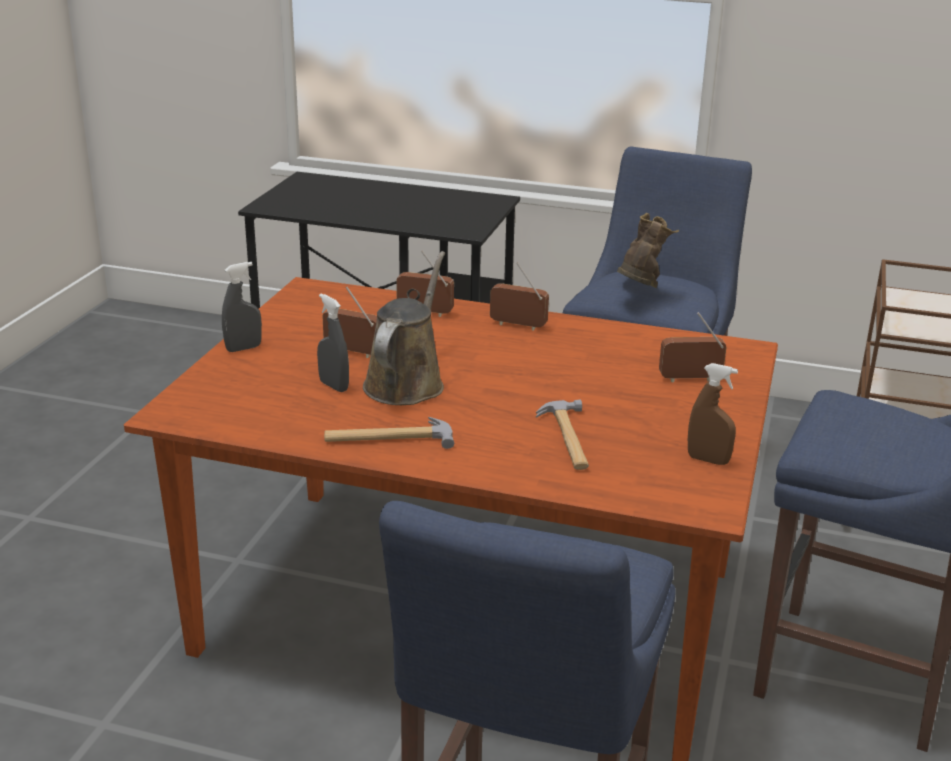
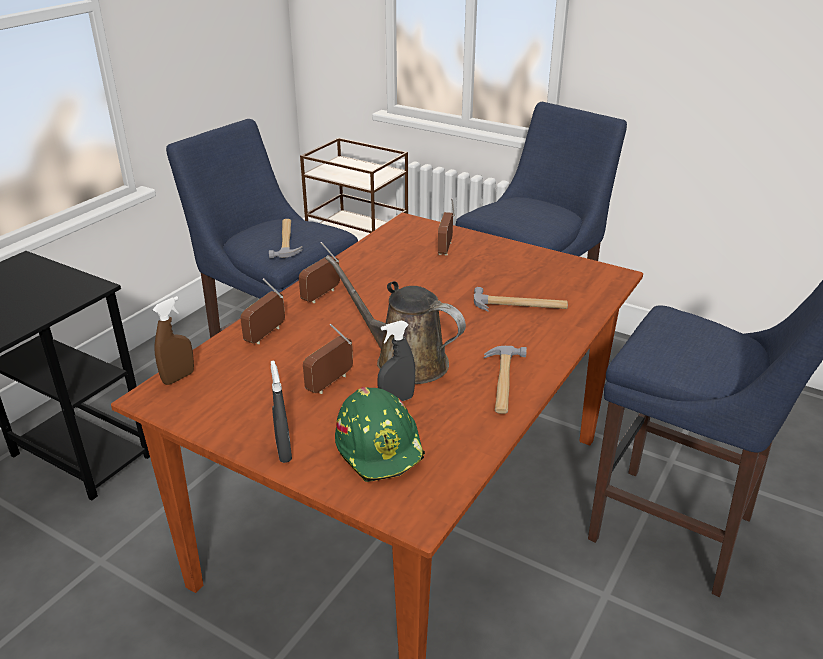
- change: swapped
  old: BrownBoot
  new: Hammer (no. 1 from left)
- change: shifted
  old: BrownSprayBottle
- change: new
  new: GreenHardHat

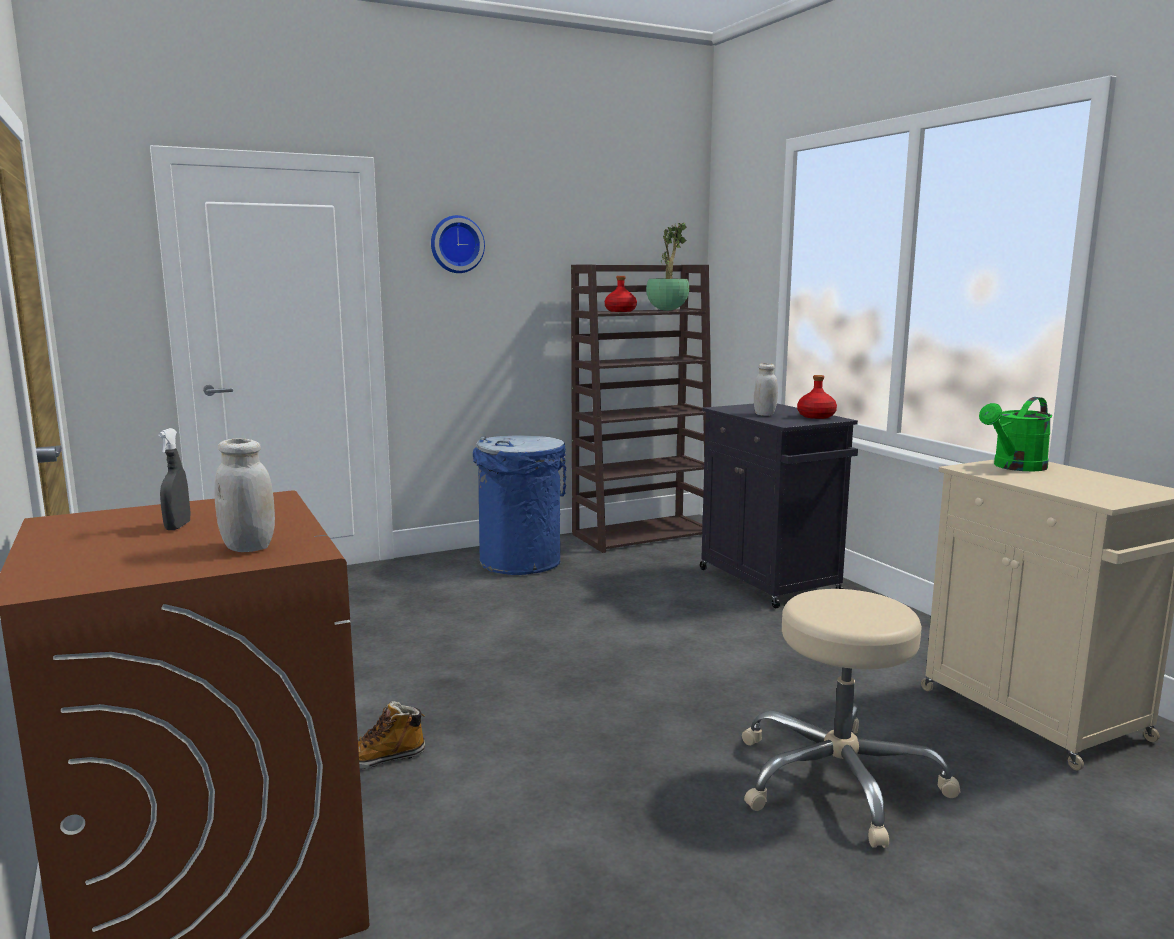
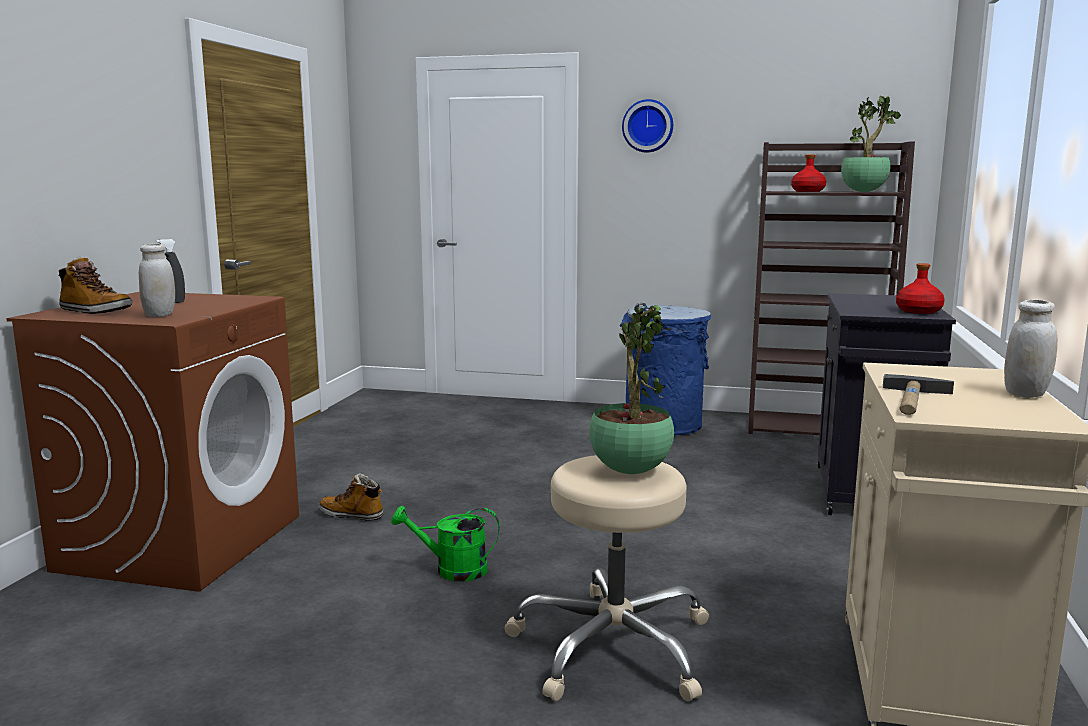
- change: shifted
  old: WhiteJar (no. 2 from left)
- change: shifted
  old: GreenWateringCan
- change: new
  new: Boot (no. 1 from left)
- change: new
  new: PottedPlant (no. 1 from left)
- change: new
  new: Hammer

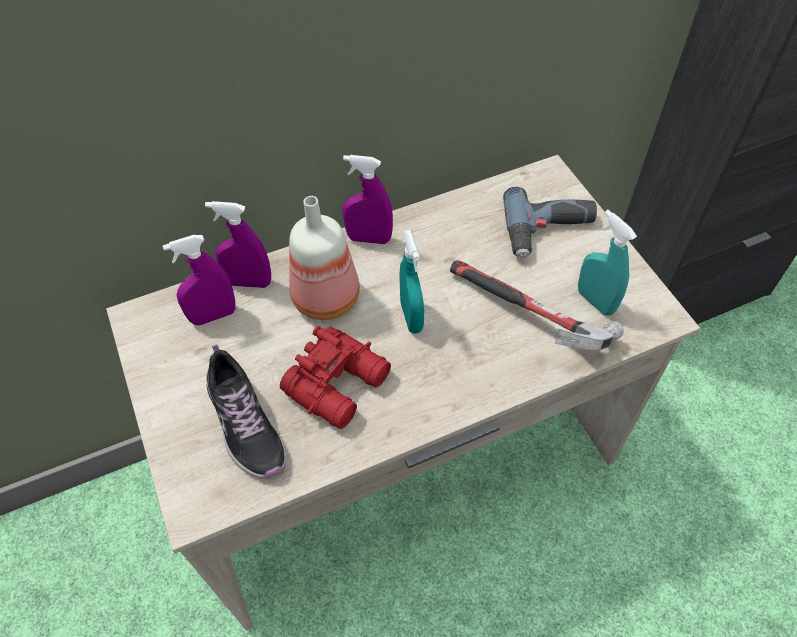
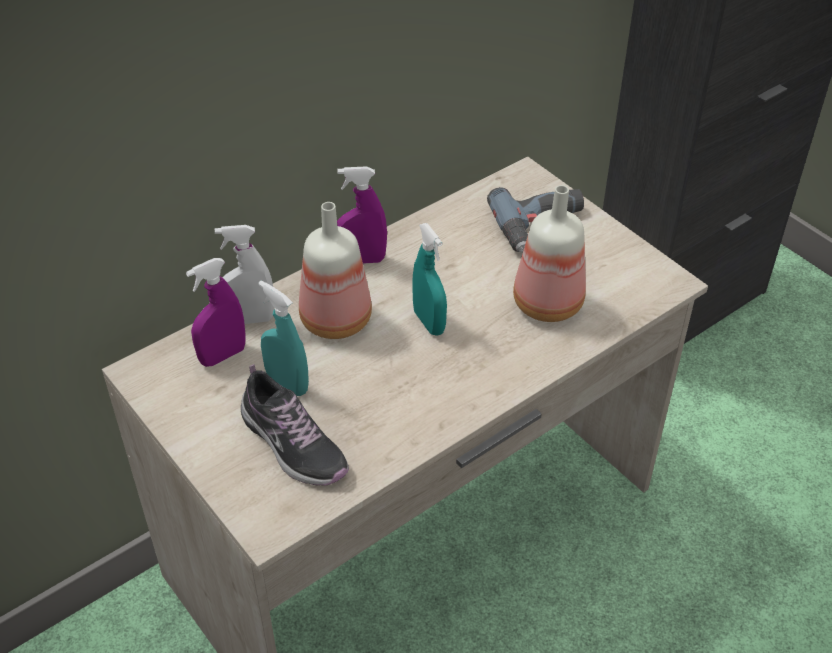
- change: repainted
  old: PurpleSprayBottle (no. 2 from left)
  new: WhiteSprayBottle
- change: shifted
  old: TurquoiseSprayBottle (no. 2 from left in the first image)
  new: TurquoiseSprayBottle (no. 1 from left)
- change: swapped
  old: Hammer
  new: Bottle (no. 2 from left)
- change: gone
  old: RedBinoculars

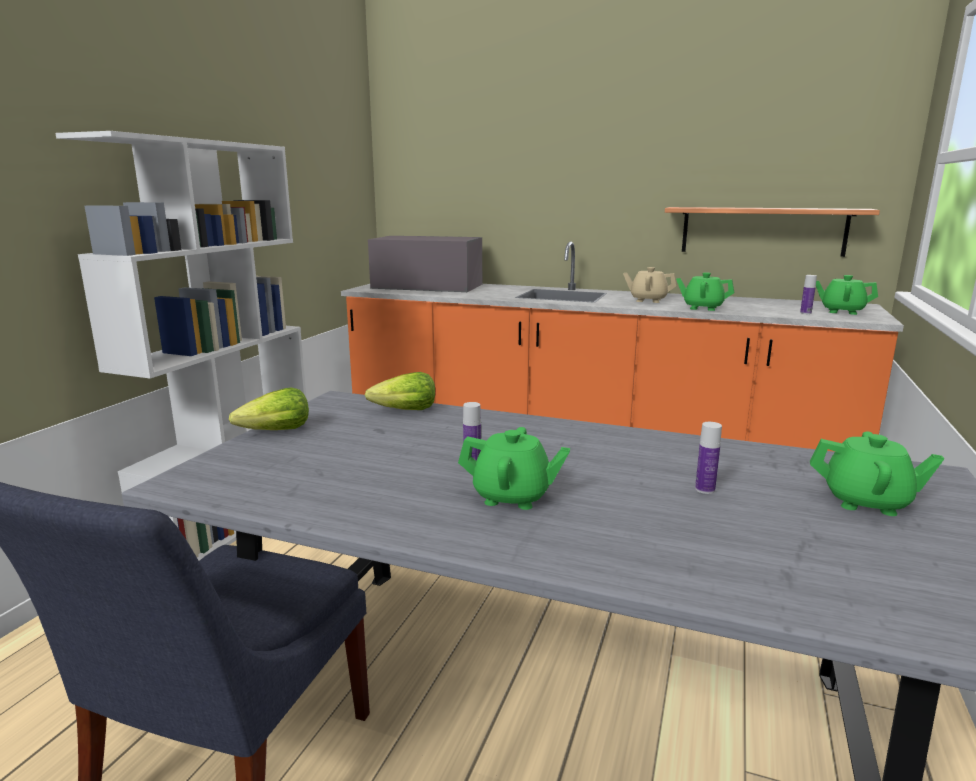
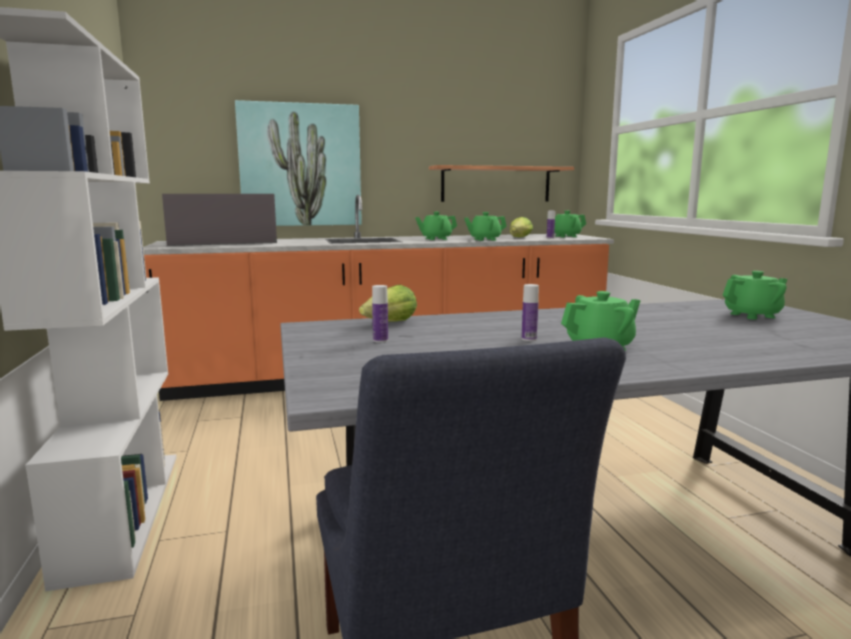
- change: repainted
  old: BeigeTeapot
  new: GreenTeapot (no. 1 from left)
- change: shifted
  old: Lettuce (no. 1 from left in the first image)
  new: Lettuce (no. 2 from left)
- change: shifted
  old: Bottle (no. 2 from left in the first image)
  new: Bottle (no. 1 from left)
- change: new
  new: Picture

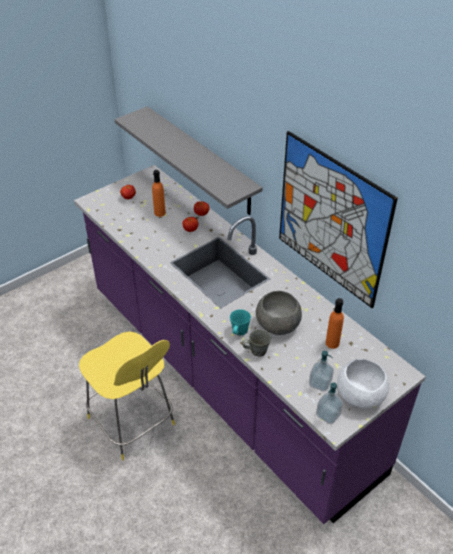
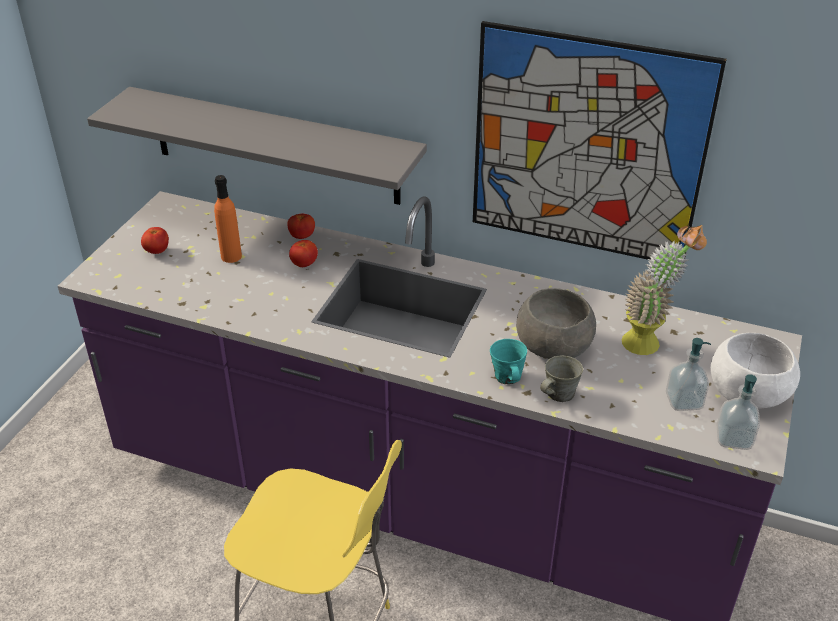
- change: swapped
  old: OrangeBottle (no. 2 from left)
  new: PottedPlant

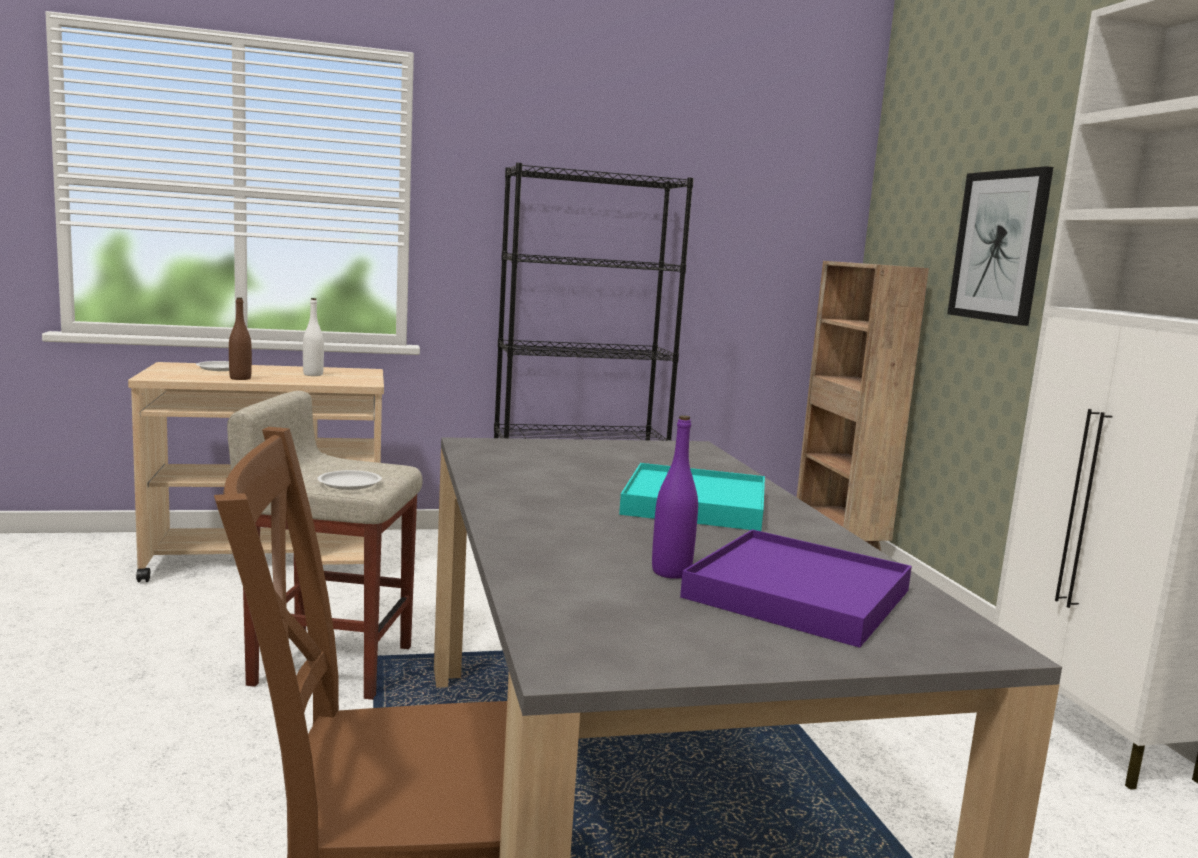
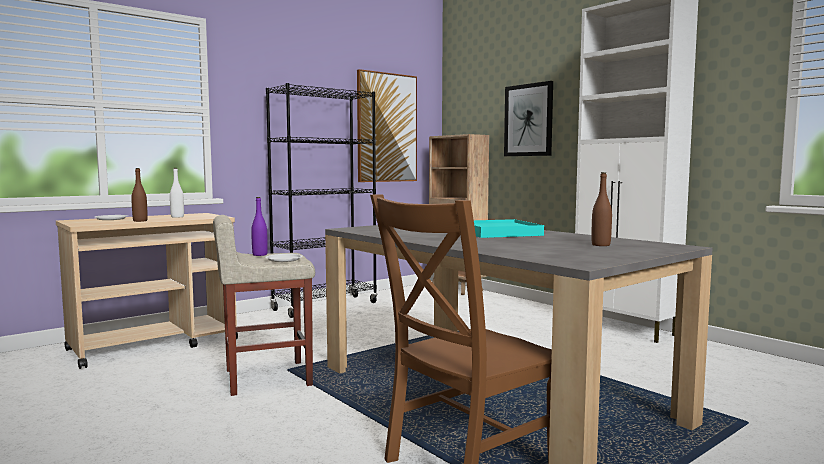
- change: shifted
  old: PurpleBottle
- change: swapped
  old: PurpleTray
  new: BrownBottle (no. 2 from left)
- change: new
  new: Picture (no. 1 from left)

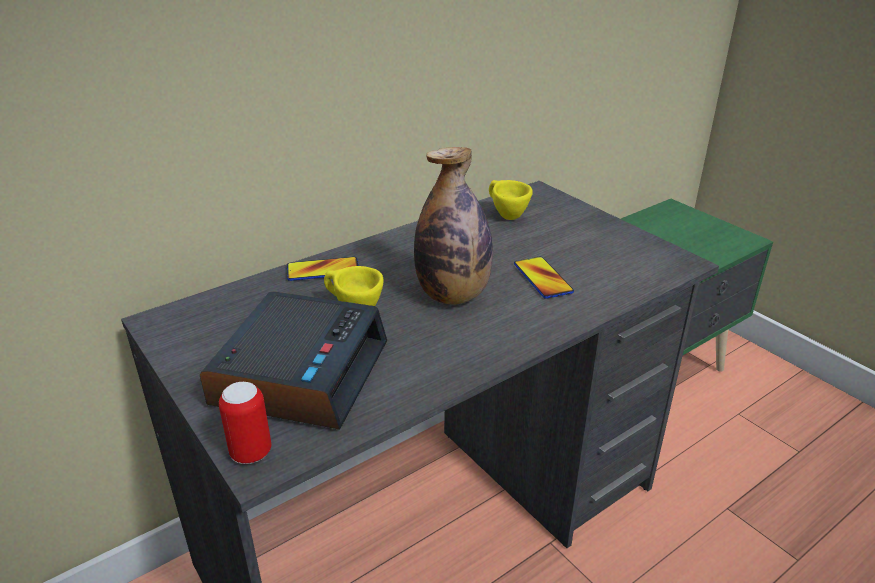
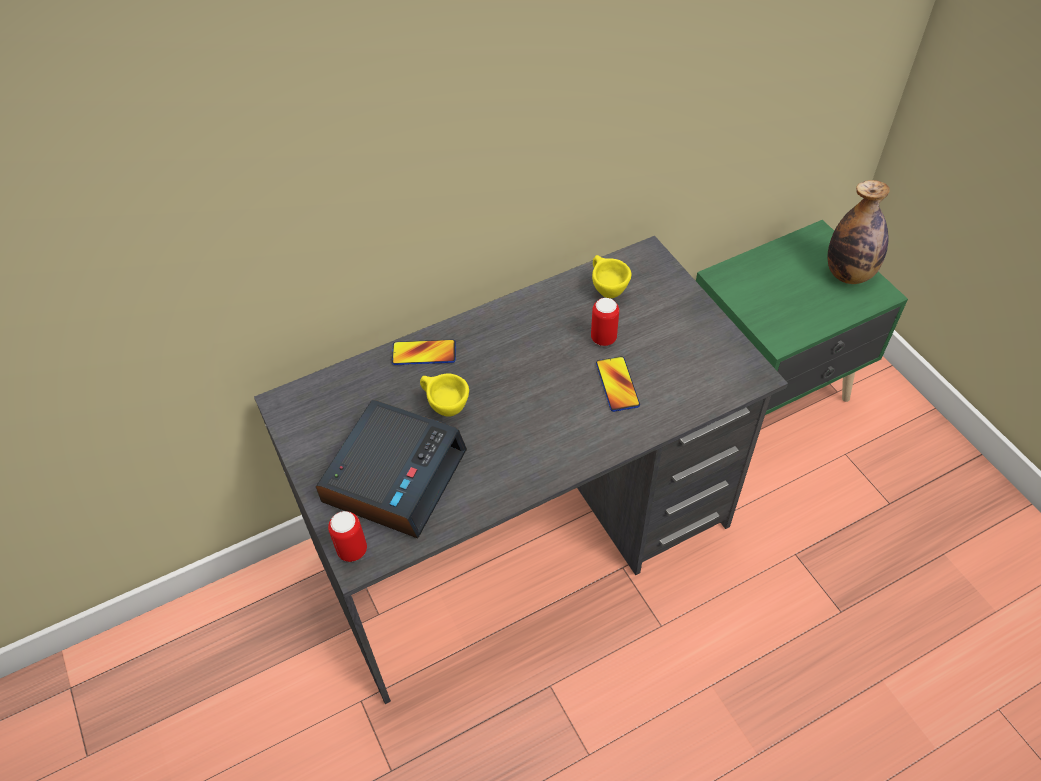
- change: shifted
  old: Bottle
- change: new
  new: Can (no. 2 from left)

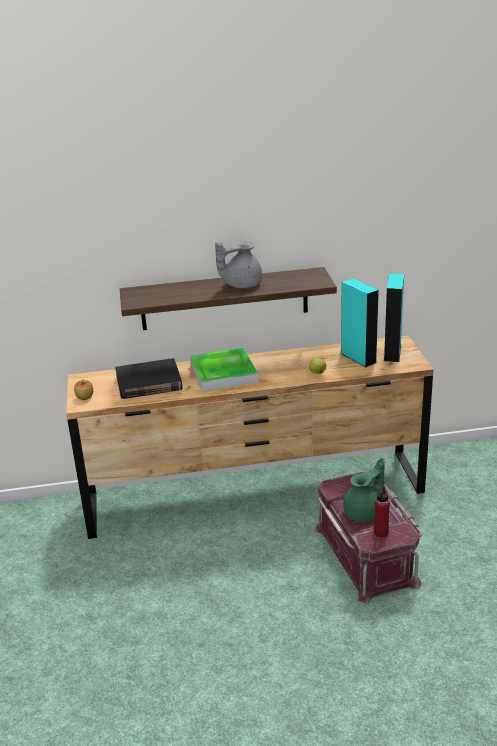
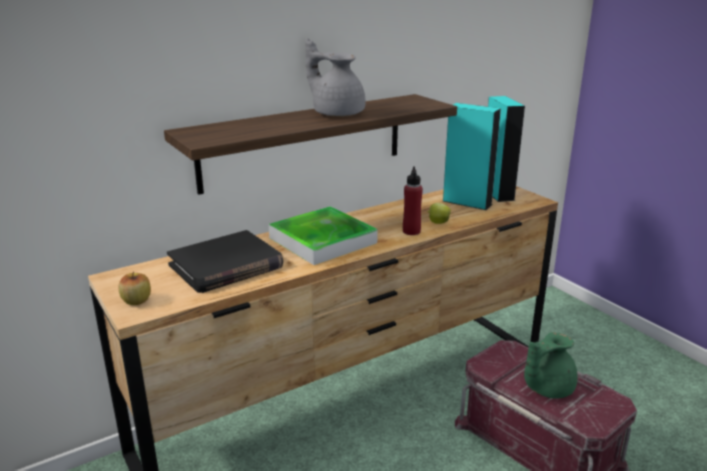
- change: rotated
  old: GreyTeapot
  degrees: 90
- change: rotated
  old: GreenTeapot
  degrees: -150
- change: shifted
  old: RedBottle

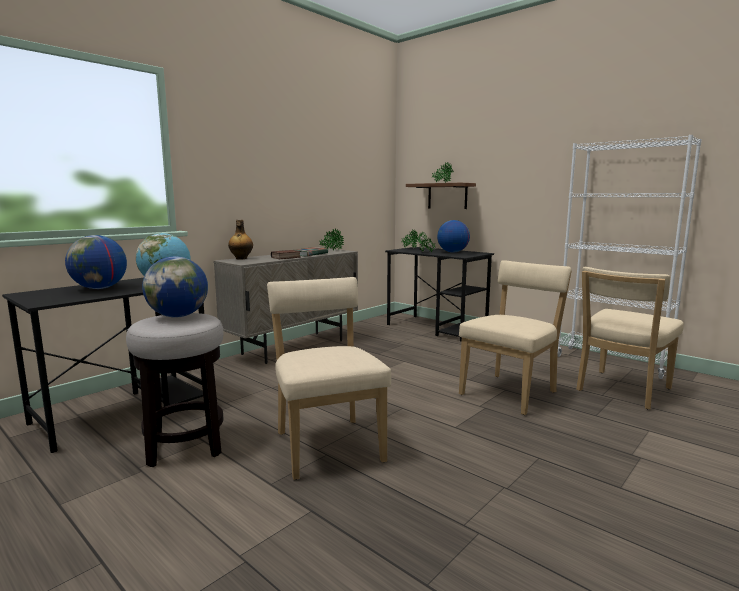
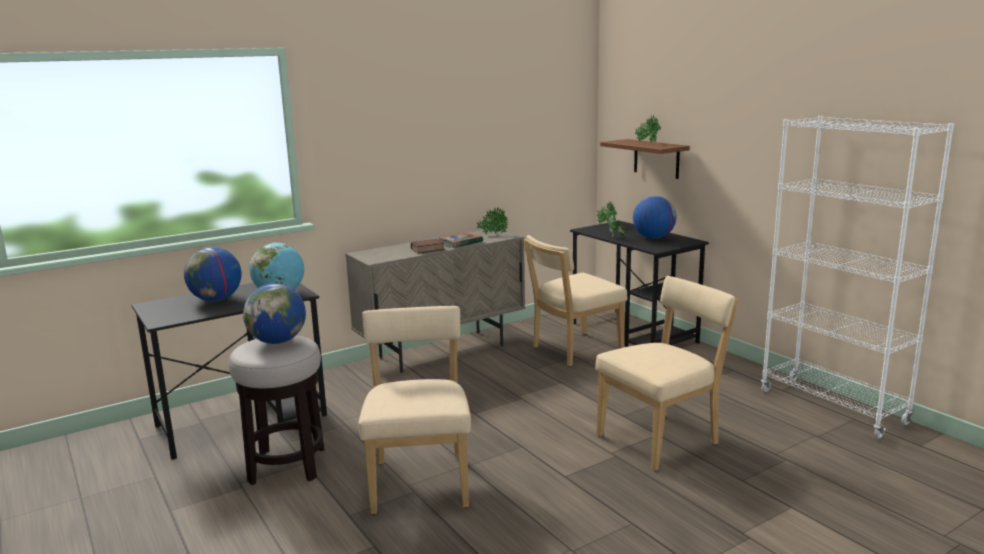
- change: gone
  old: Bottle
- change: shifted
  old: BeigeChair (no. 3 from left in the first image)
  new: BeigeChair (no. 2 from left)

